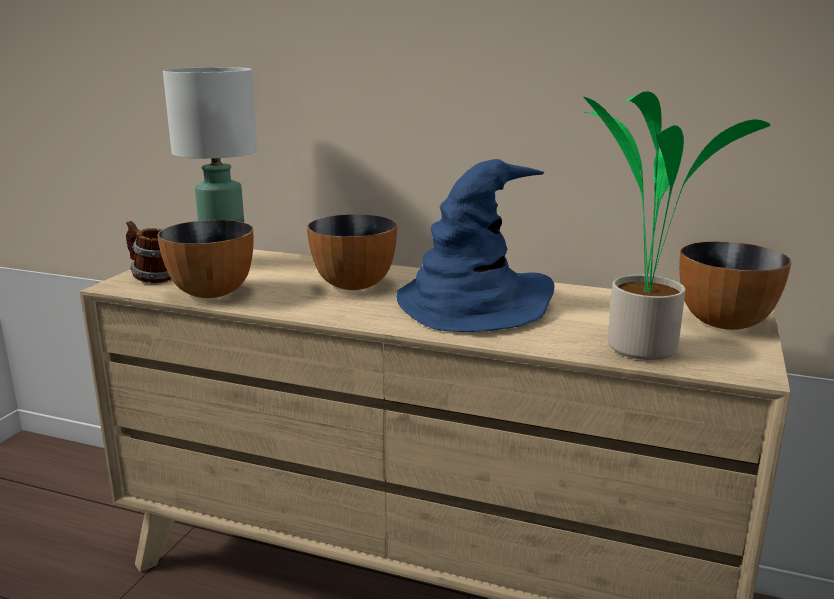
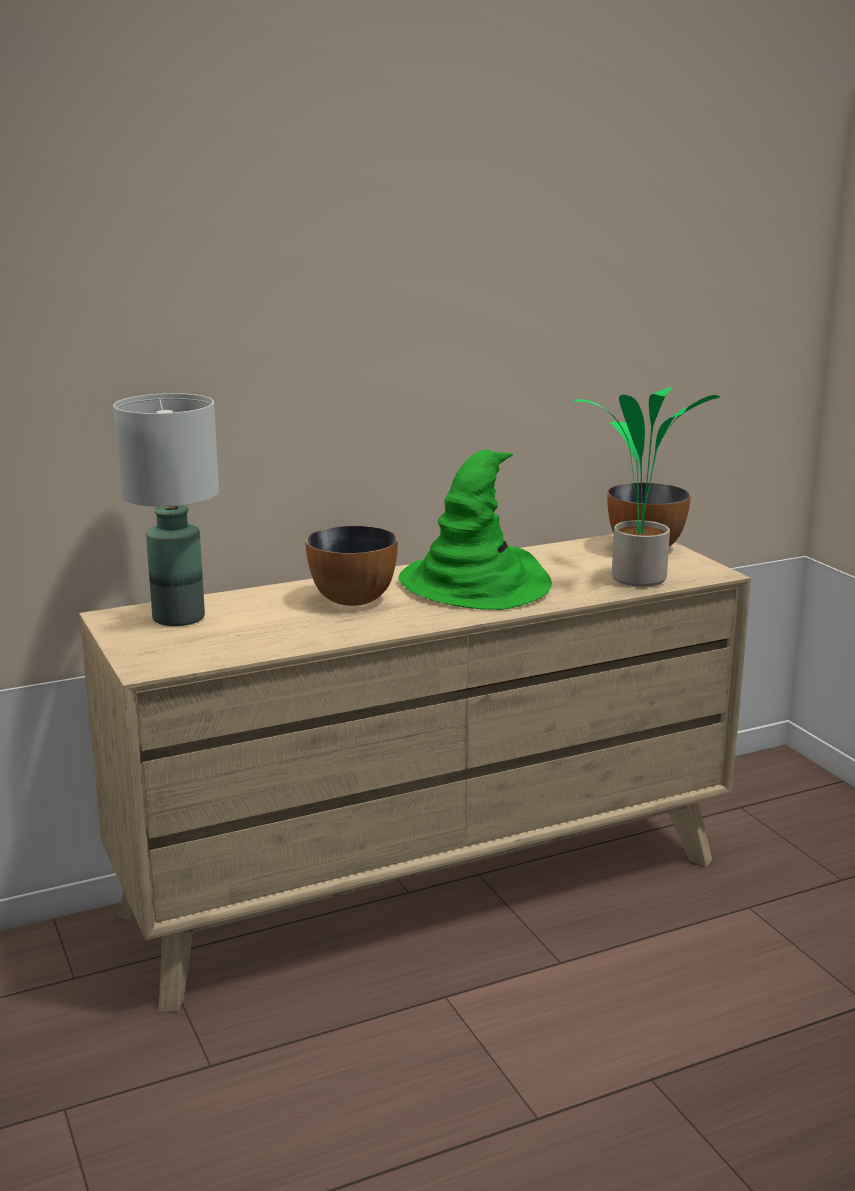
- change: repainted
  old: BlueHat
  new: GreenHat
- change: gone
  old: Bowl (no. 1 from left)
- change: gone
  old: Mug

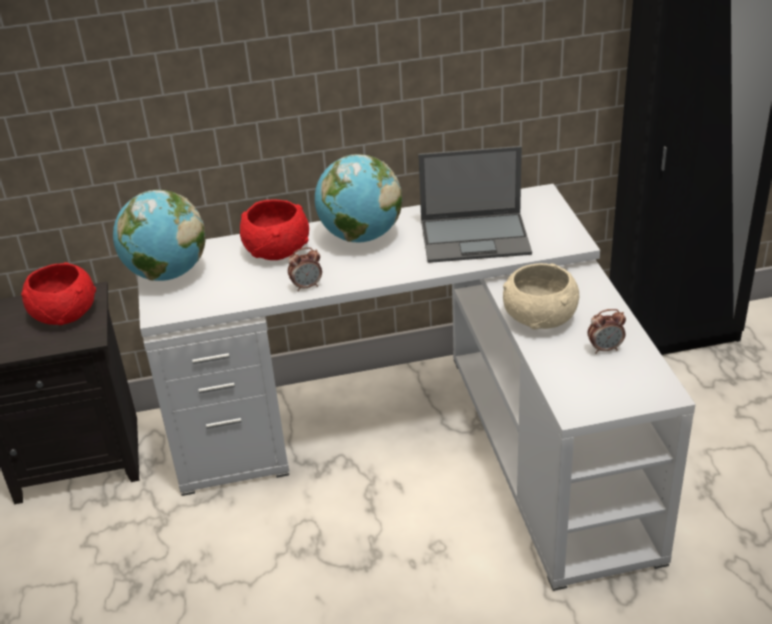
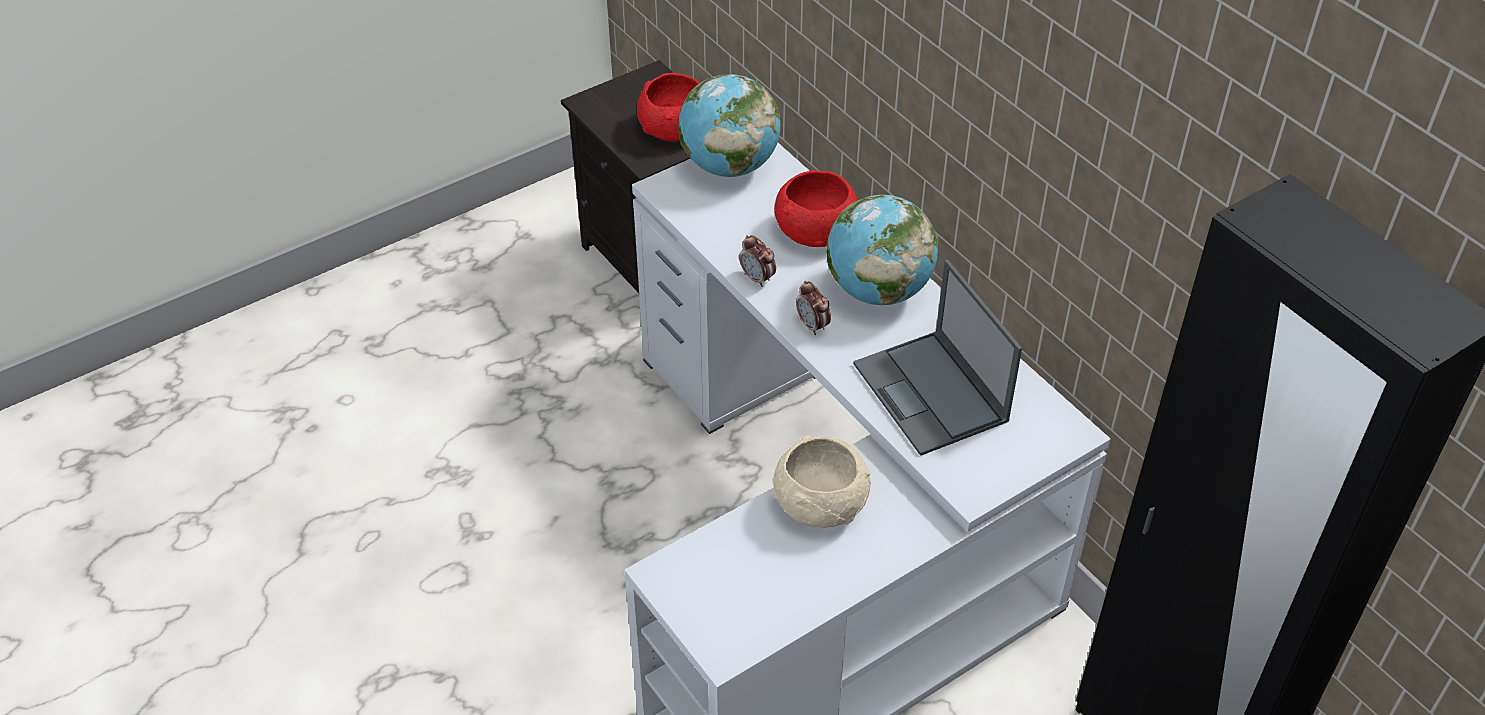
- change: shifted
  old: AlarmClock (no. 2 from left)

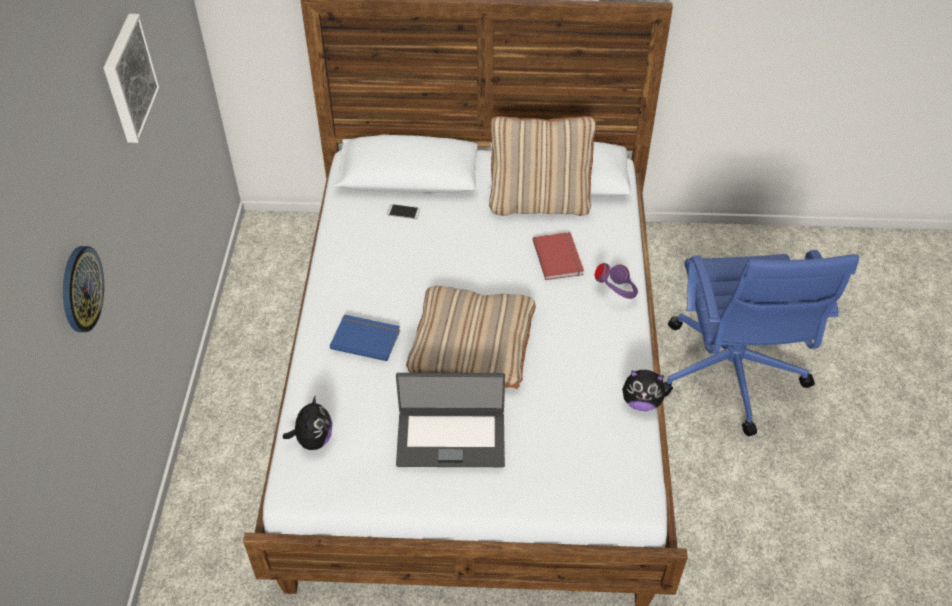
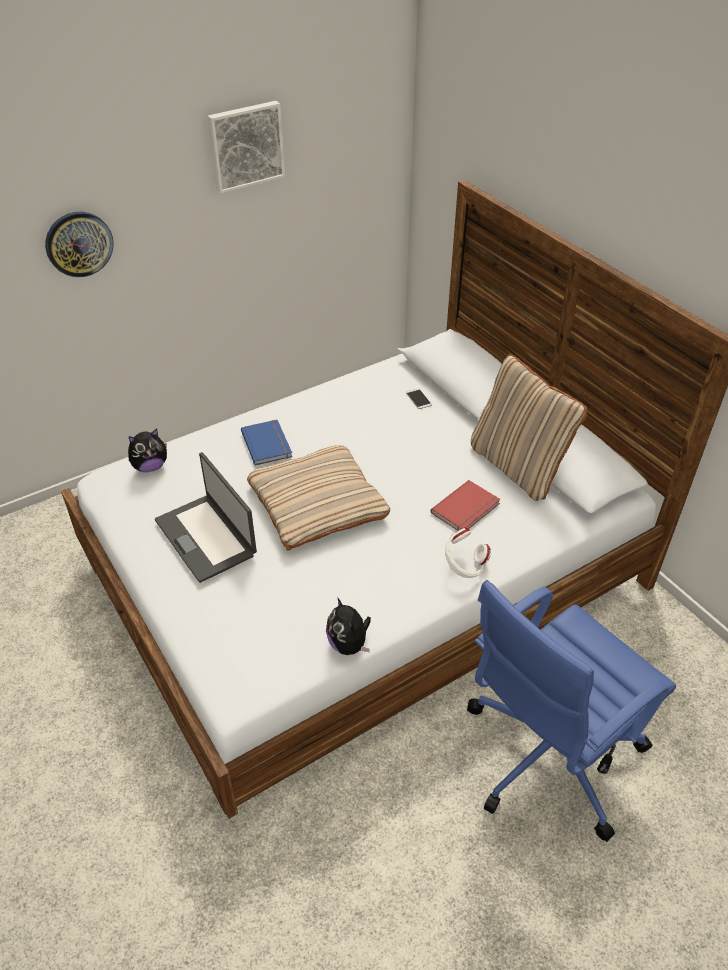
- change: repainted
  old: PurpleHeadphones
  new: WhiteHeadphones

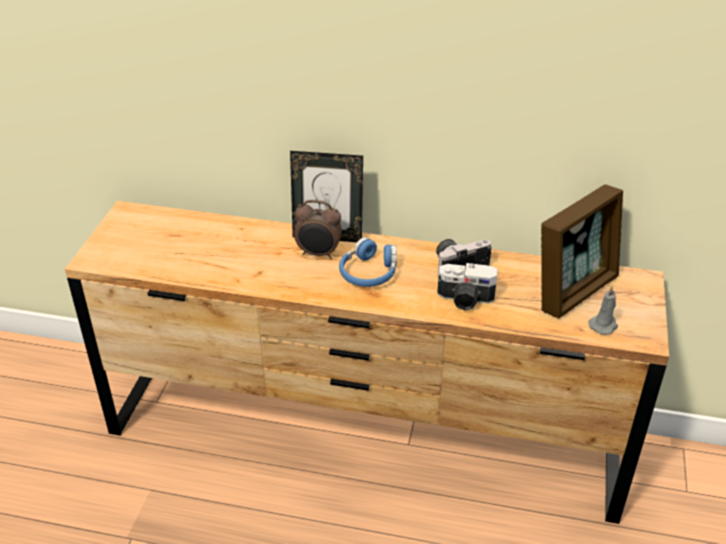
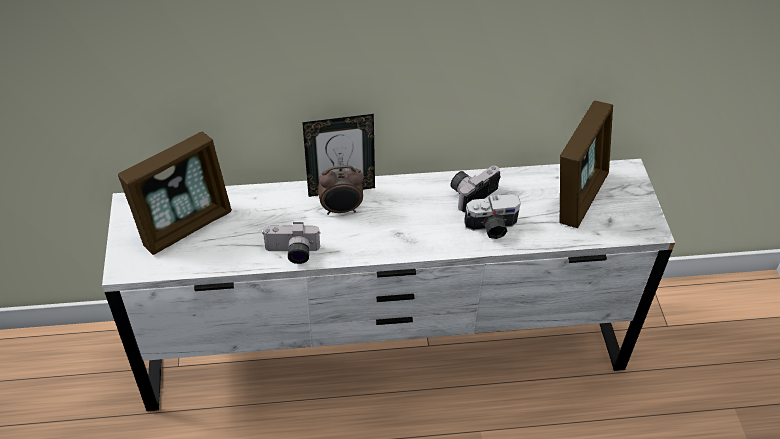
- change: repainted
  old: BrownDresser
  new: WhiteDresser
- change: gone
  old: BlueHeadphones
- change: gone
  old: GreyCandle
- change: new
  new: PictureFrame (no. 1 from left)
- change: new
  new: PhotoCamera (no. 1 from left)

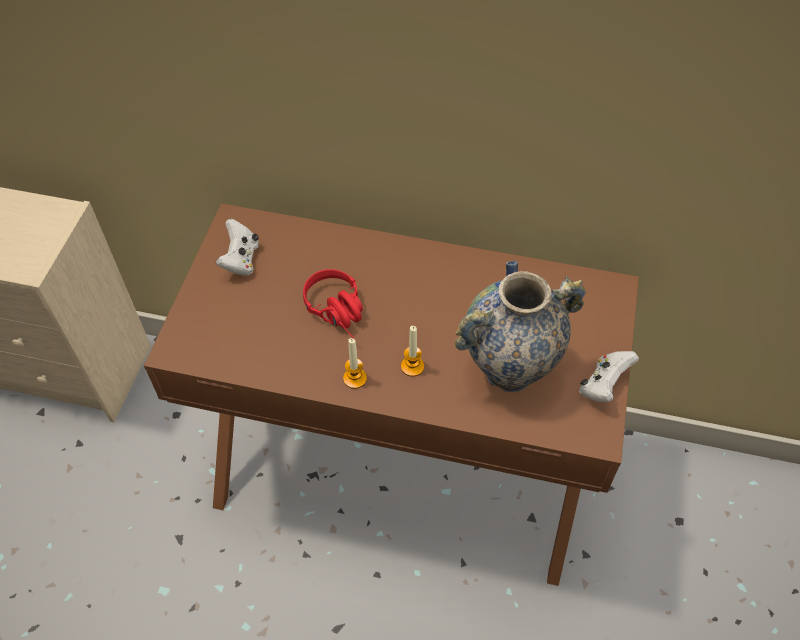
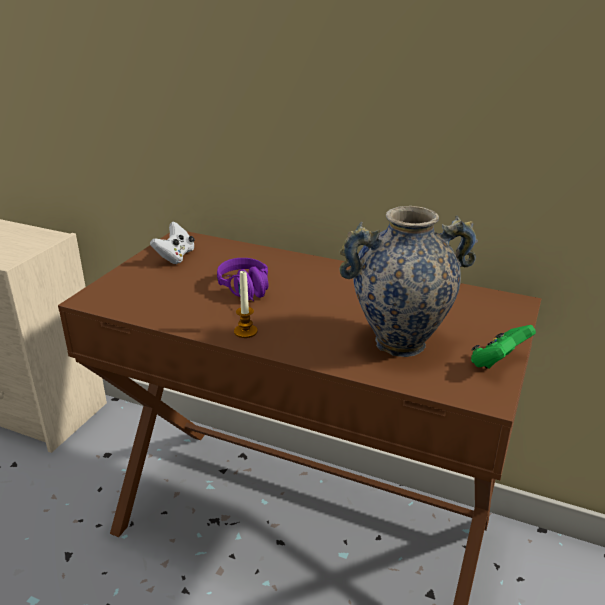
- change: repainted
  old: RedHeadphones
  new: PurpleHeadphones
- change: gone
  old: Candle (no. 2 from left)
- change: repainted
  old: WhiteGameController (no. 2 from left)
  new: GreenGameController

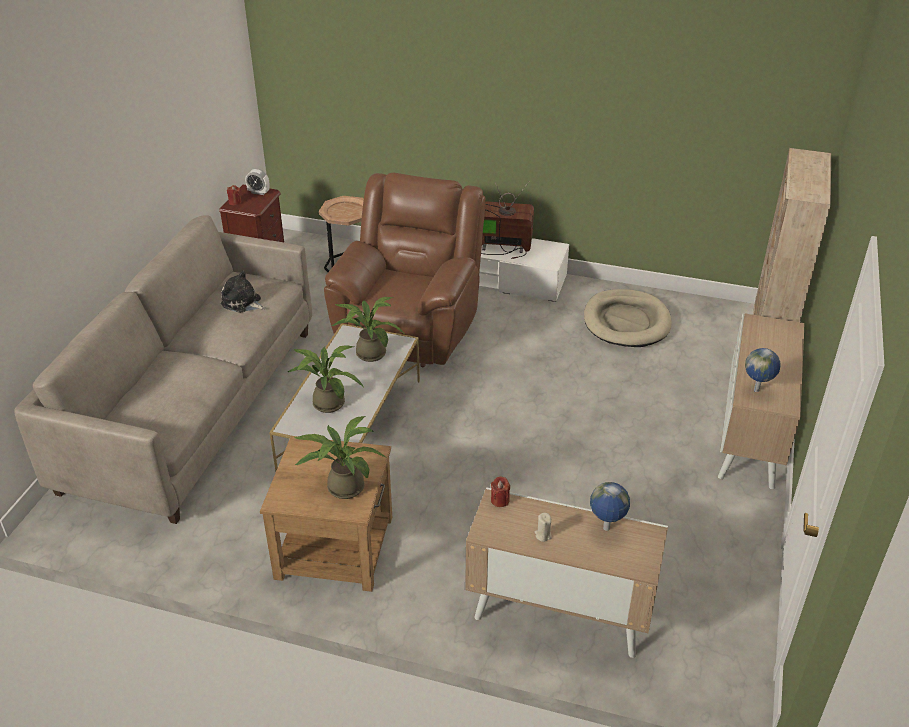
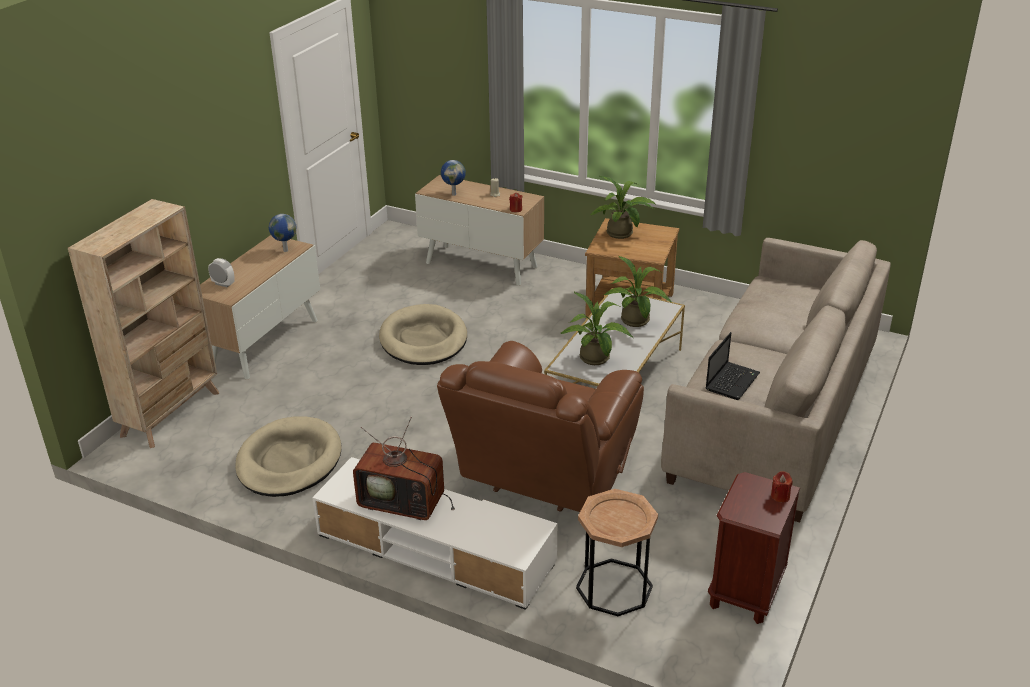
- change: shifted
  old: AlarmClock
- change: swapped
  old: PlushToy
  new: Laptop
- change: new
  new: BeigeDogBed (no. 2 from left)

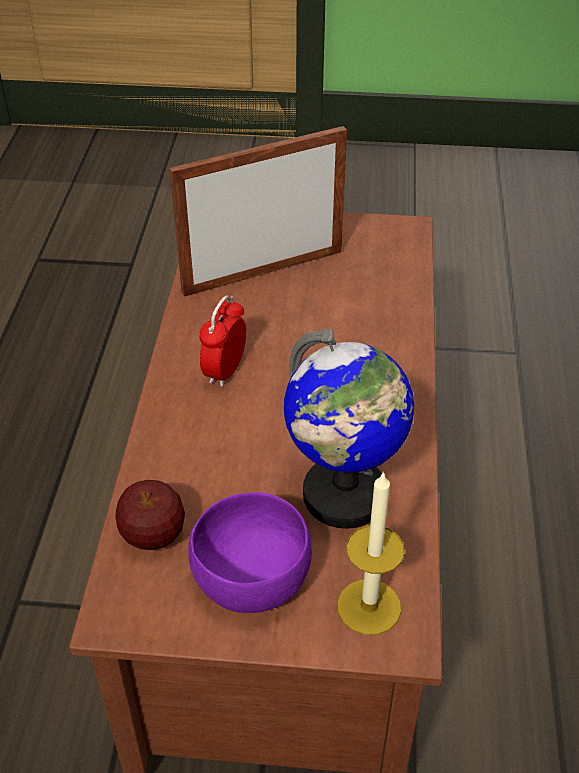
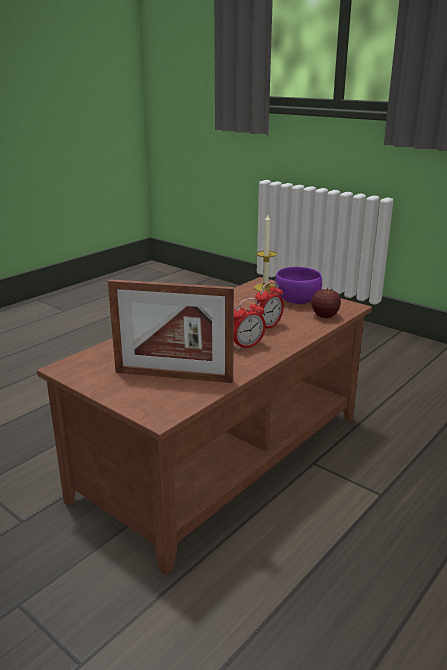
- change: gone
  old: Globe
- change: new
  new: AlarmClock (no. 2 from left)

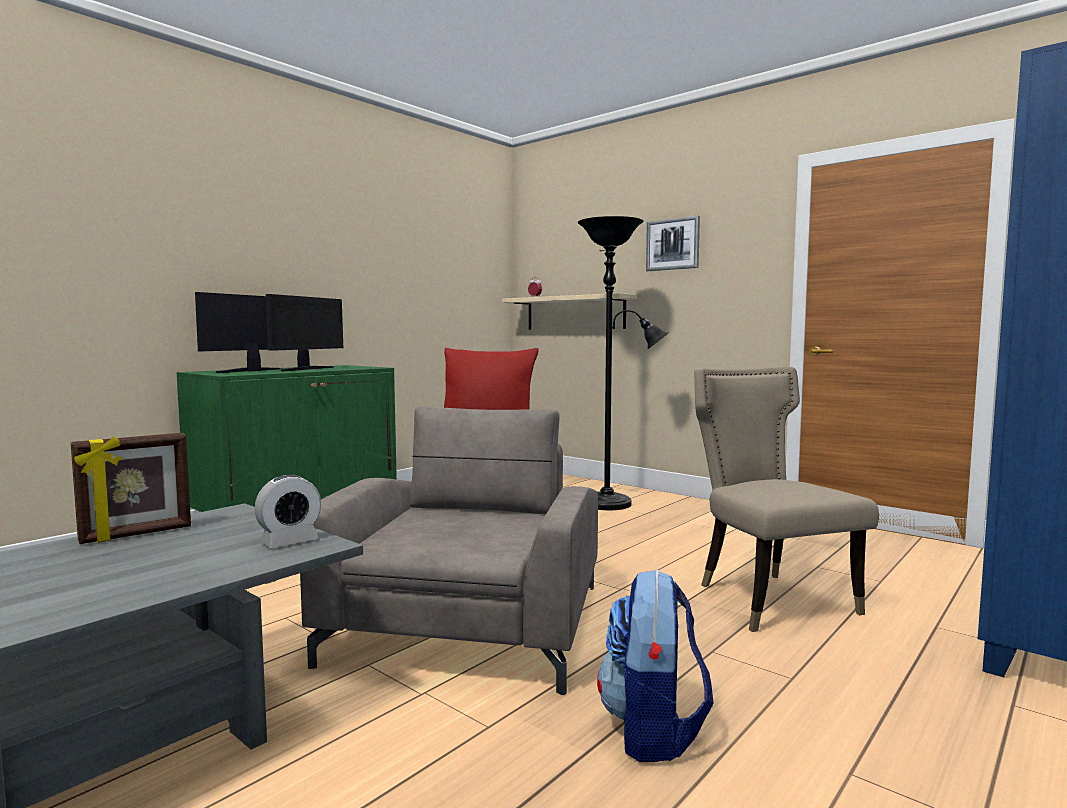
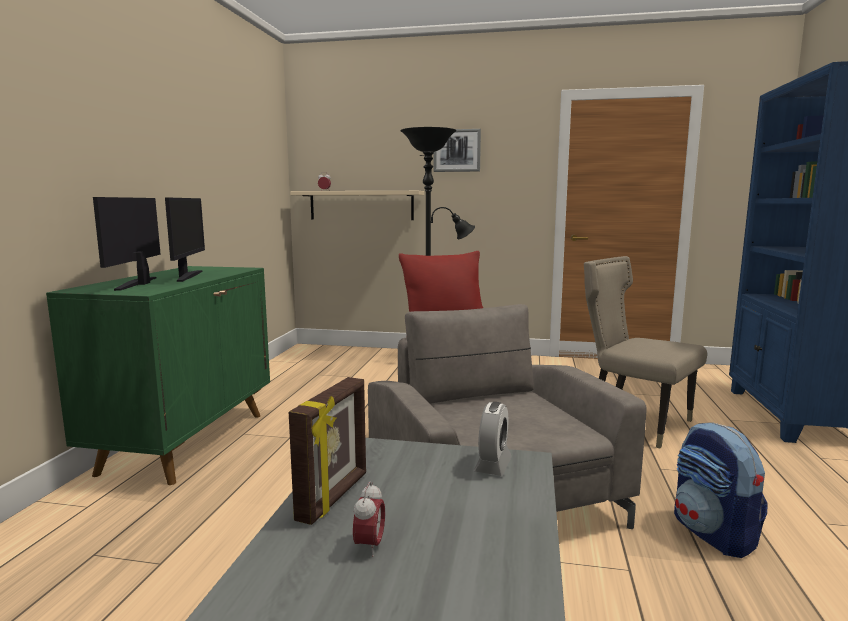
- change: new
  new: AlarmClock (no. 2 from left)

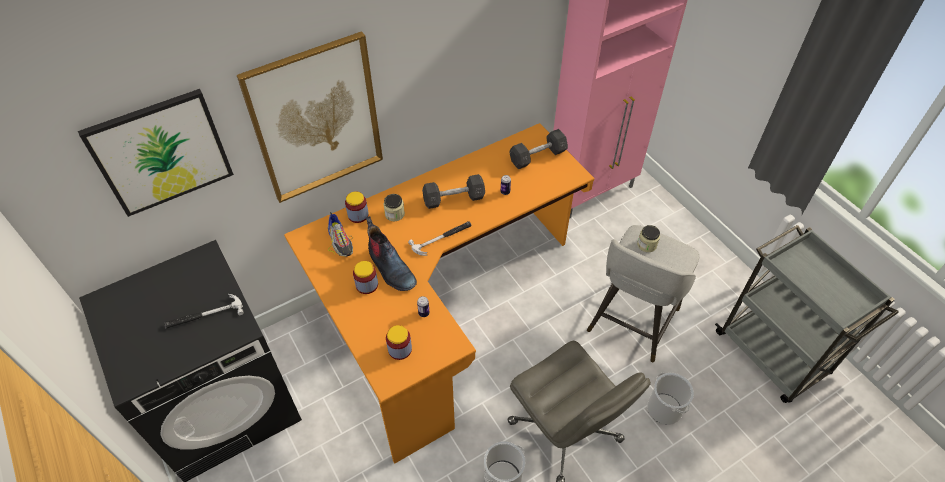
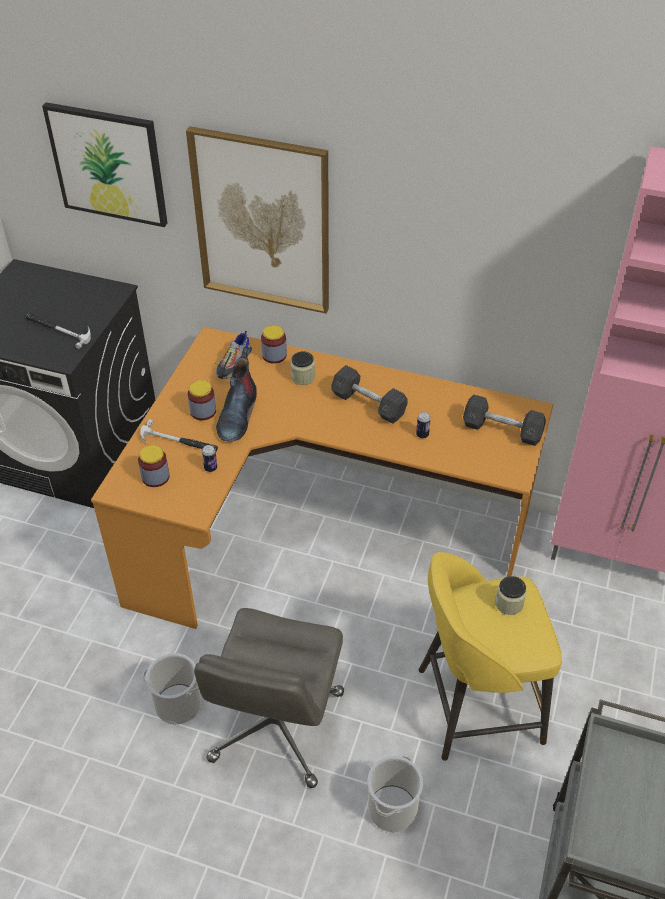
- change: shifted
  old: Hammer (no. 2 from left)
- change: repainted
  old: GreyStool
  new: YellowStool

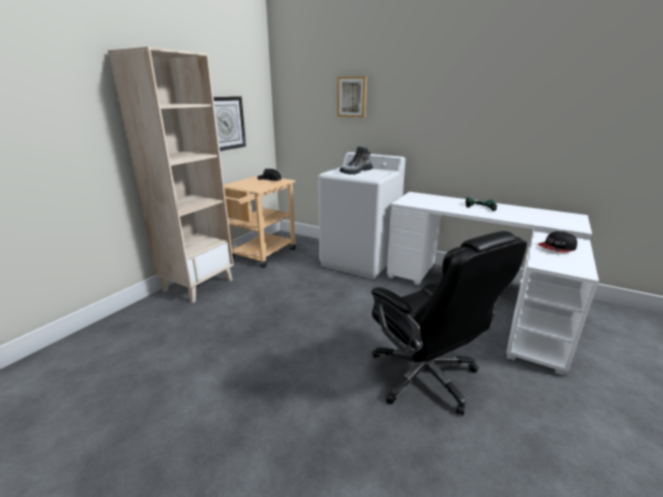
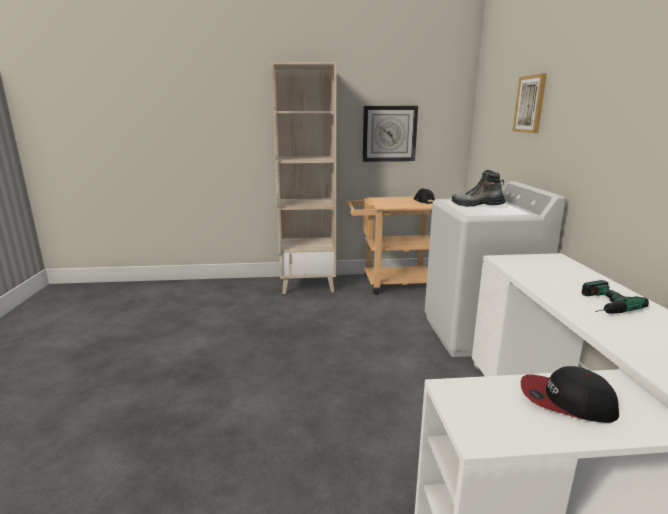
- change: gone
  old: BlackOfficeChair

